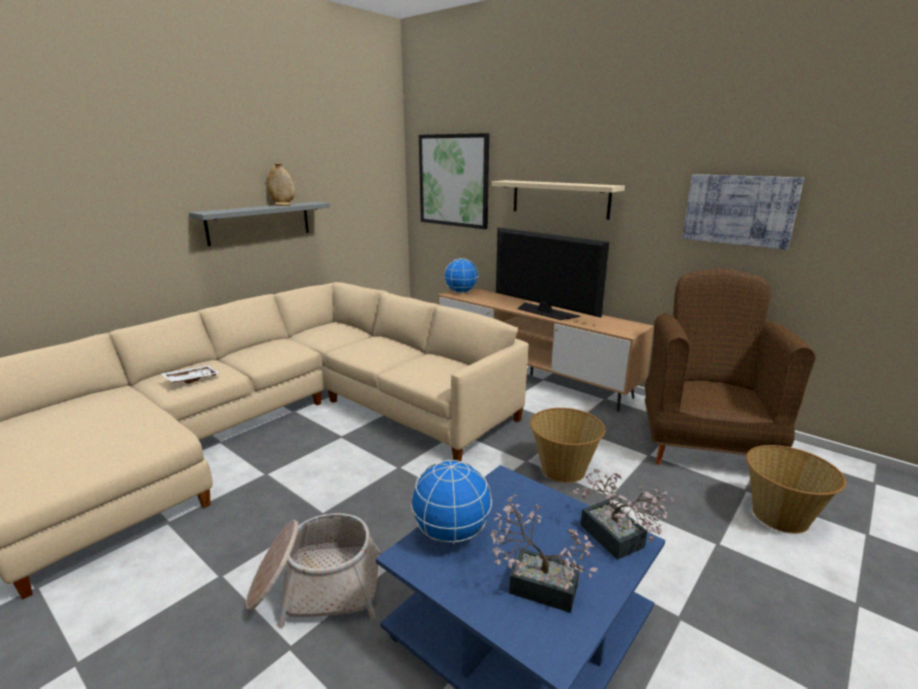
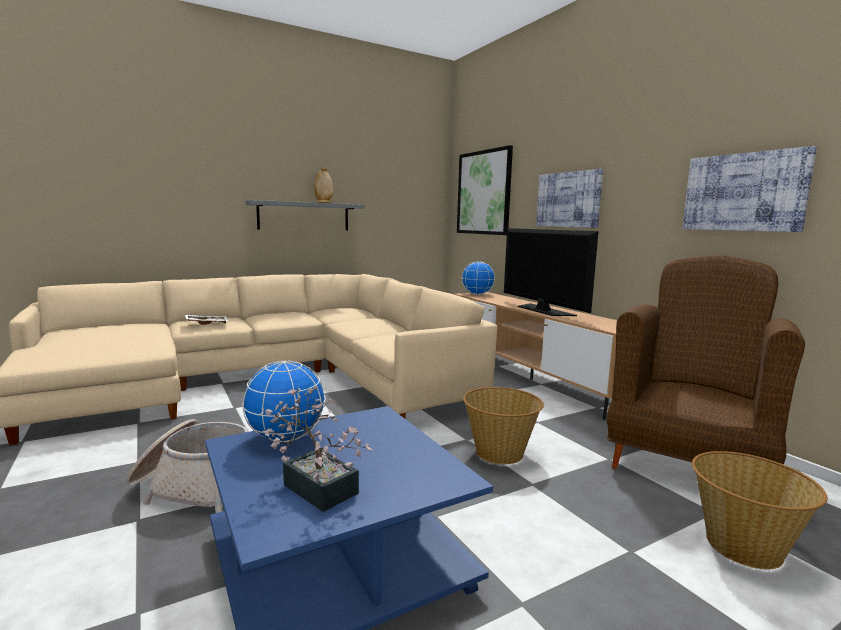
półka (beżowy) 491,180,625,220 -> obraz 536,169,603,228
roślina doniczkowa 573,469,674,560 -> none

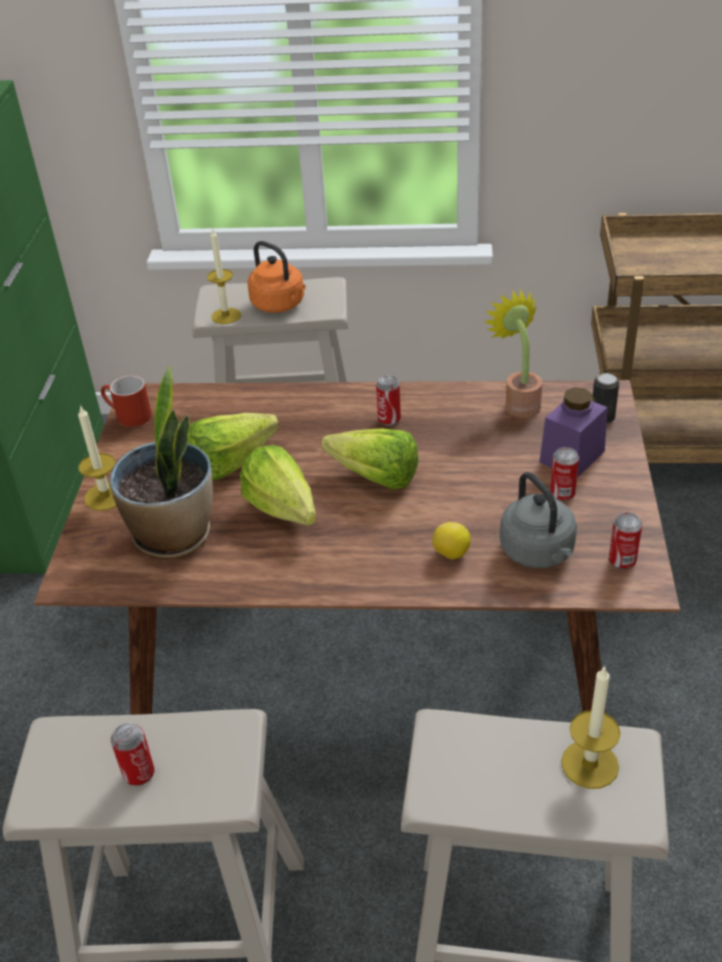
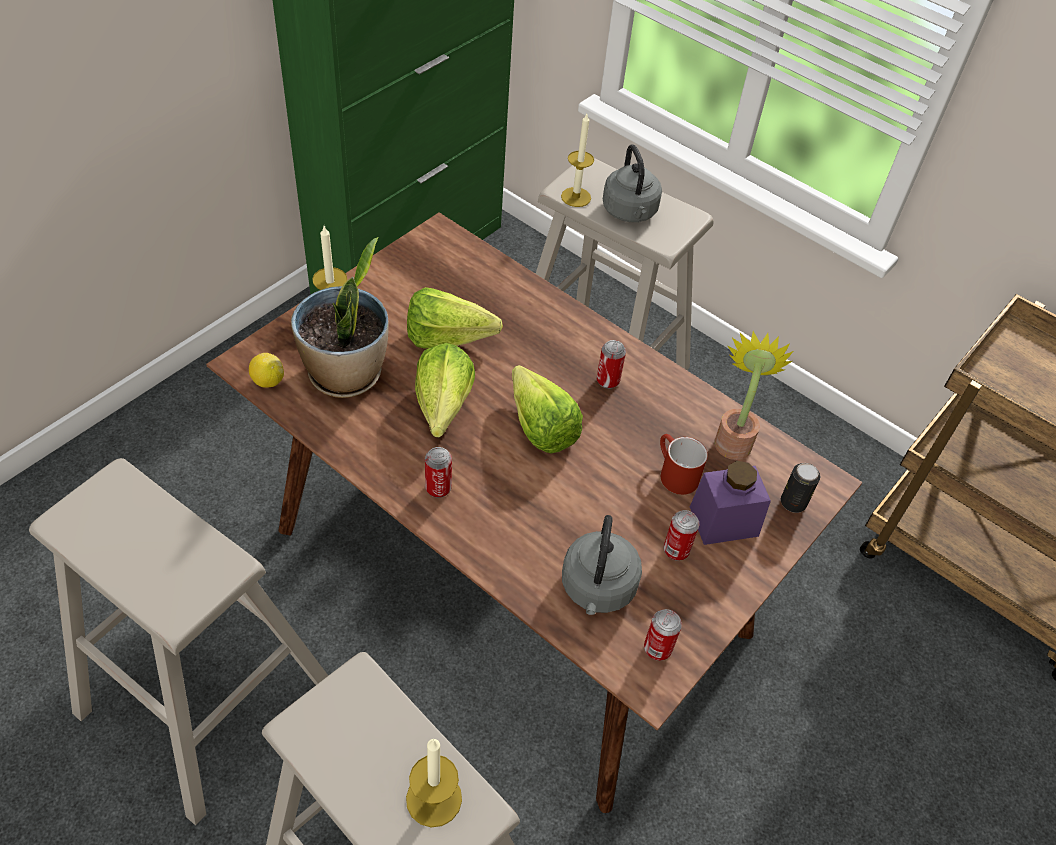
cytryna 432,522,471,560 -> cytryna 249,353,284,388, relocated
puszka 111,722,155,786 -> puszka 425,447,452,498, relocated
czajnik (pomarańczowy) 248,241,306,313 -> czajnik (szary) 603,145,662,222
kubek (czerwony) 101,375,152,427 -> kubek (czerwony) 660,434,708,495, relocated

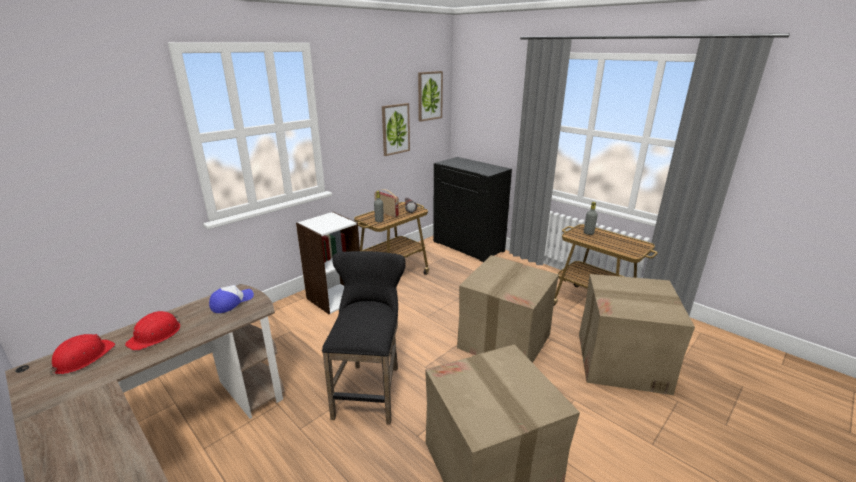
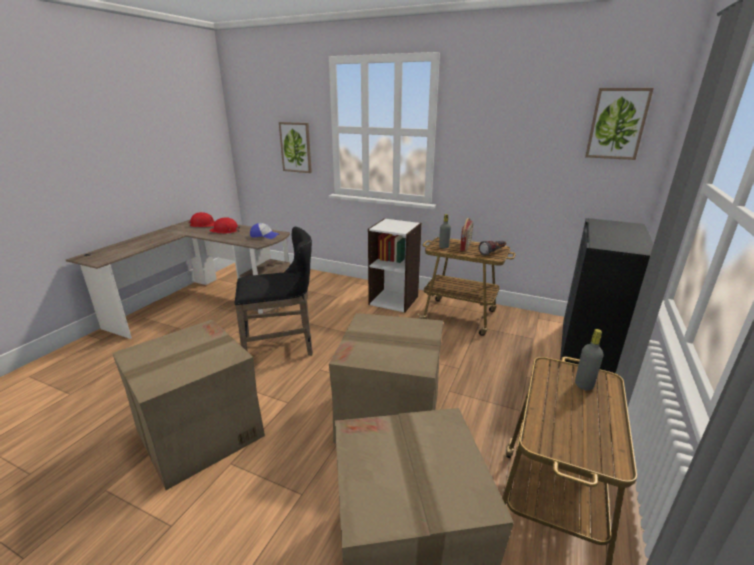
obraz 382,103,410,156 -> obraz 279,122,312,173, relocated

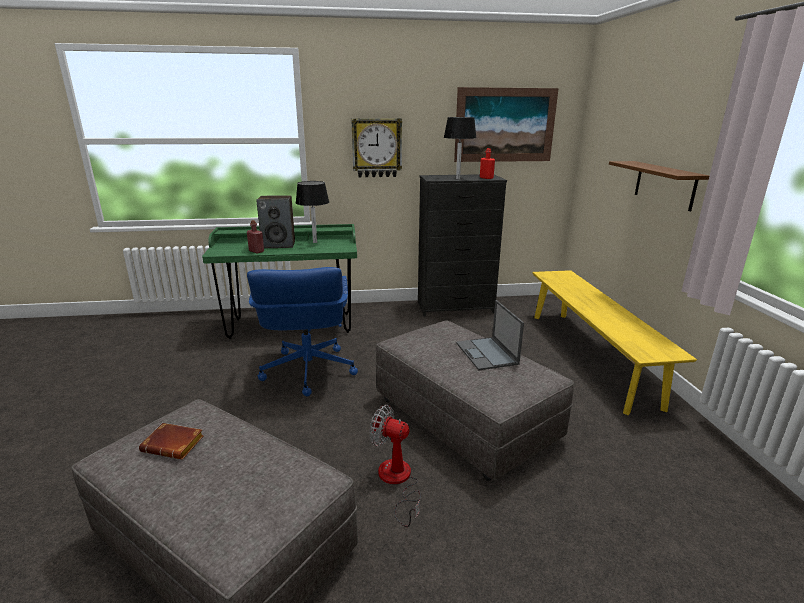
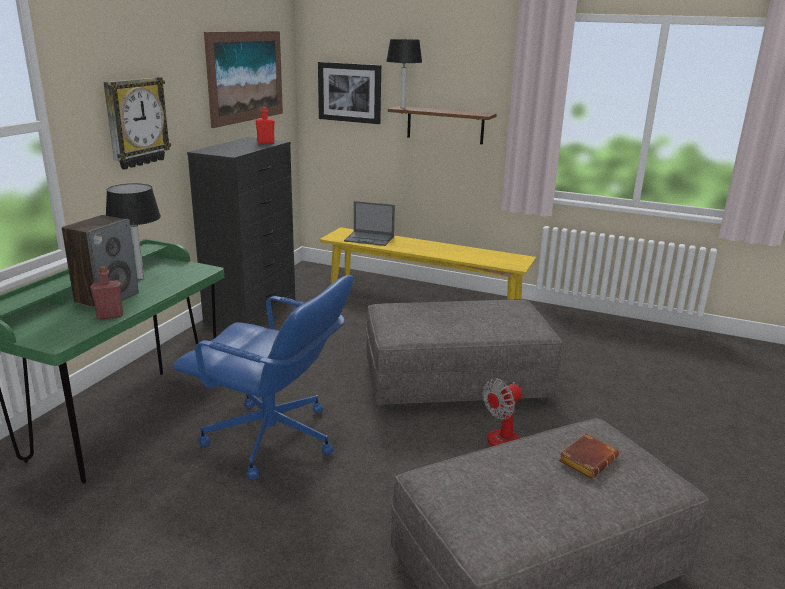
none -> obraz 318,62,381,124
laptop 456,300,524,370 -> laptop 344,201,395,246, relocated
lampa stołowa (czarny) 444,117,476,179 -> lampa stołowa (czarny) 386,39,422,108, relocated
książka (brązowy) 139,423,204,459 -> książka (brązowy) 558,433,619,479, relocated

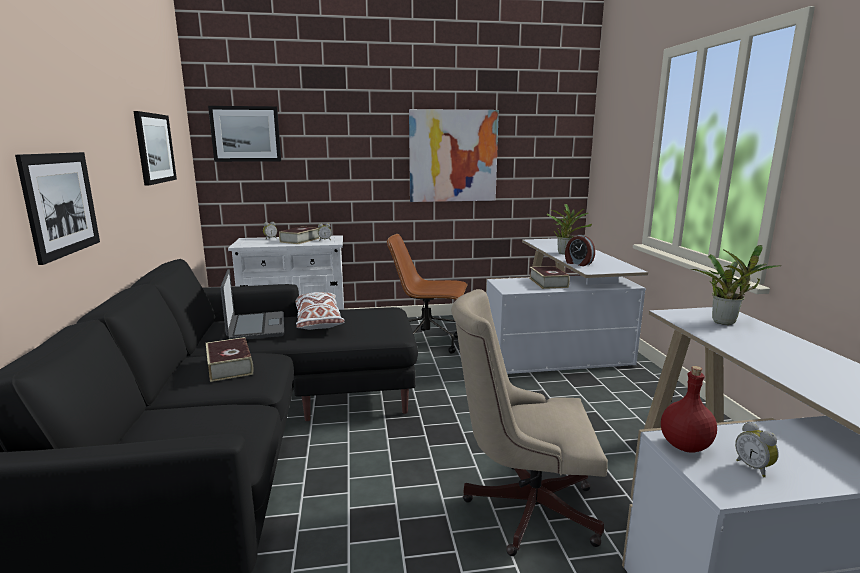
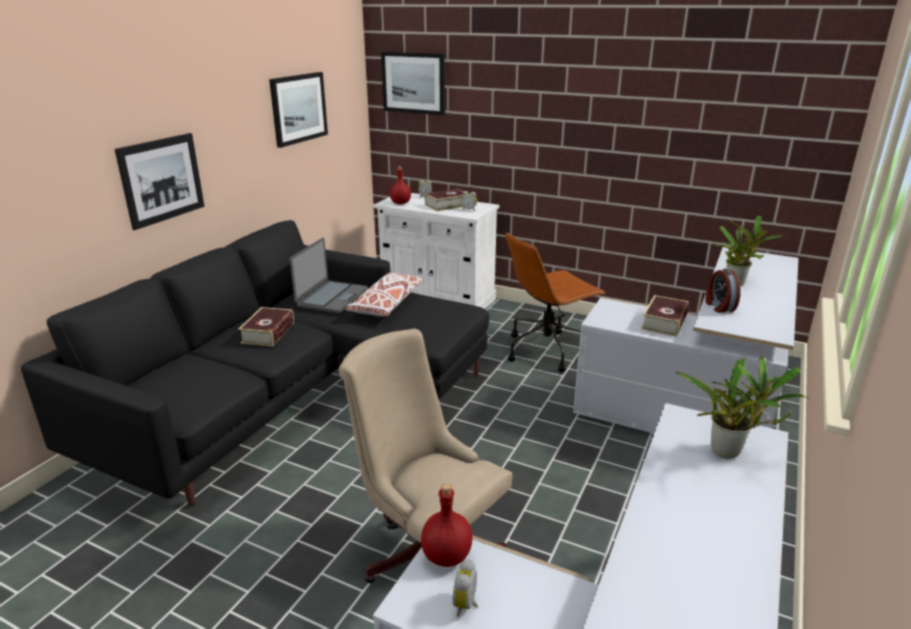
none -> butelka (czerwony) 390,166,411,204
krzesło biurowe (brązowy) 387,234,468,354 -> krzesło biurowe (brązowy) 505,232,606,372, 75 degrees counterclockwise
obraz 409,109,499,202 -> none

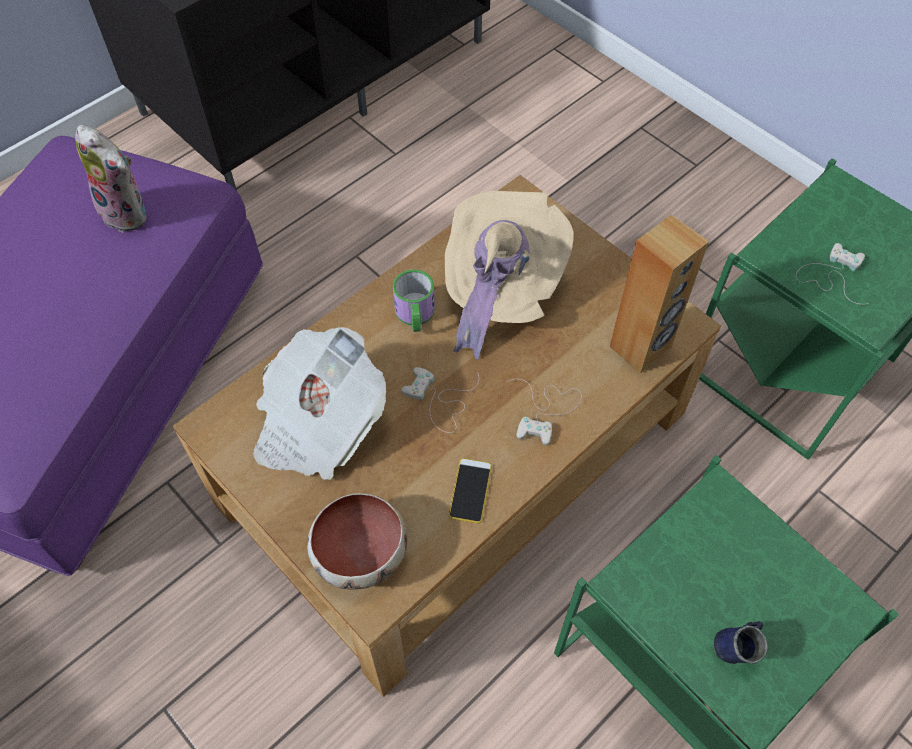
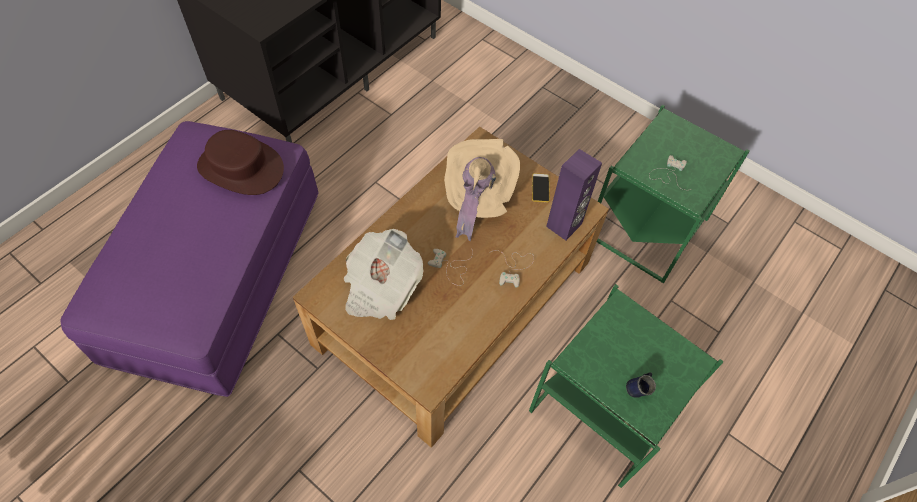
pluszak 75,125,148,233 -> kapelusz (brązowy) 197,130,284,195
telefon 449,458,492,524 -> telefon 532,173,550,203, relocated
głośnik (brązowy) 610,215,709,373 -> głośnik (fioletowy) 546,149,602,240
miska 307,493,408,590 -> none
kubek 393,269,435,332 -> none

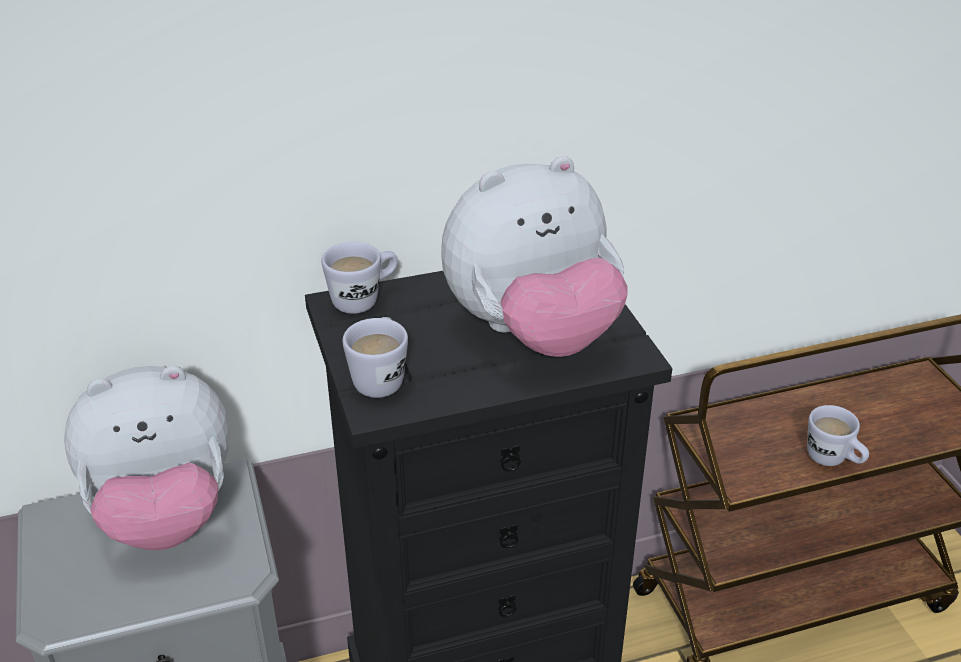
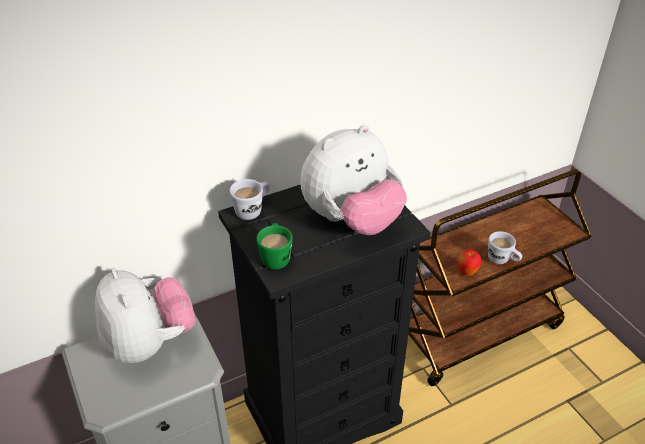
pluszak 64,366,230,550 -> pluszak 95,268,196,363, 90 degrees counterclockwise
kubek (biały) 343,317,408,398 -> kubek (zielony) 256,223,293,270
none -> jabłko 458,249,481,276

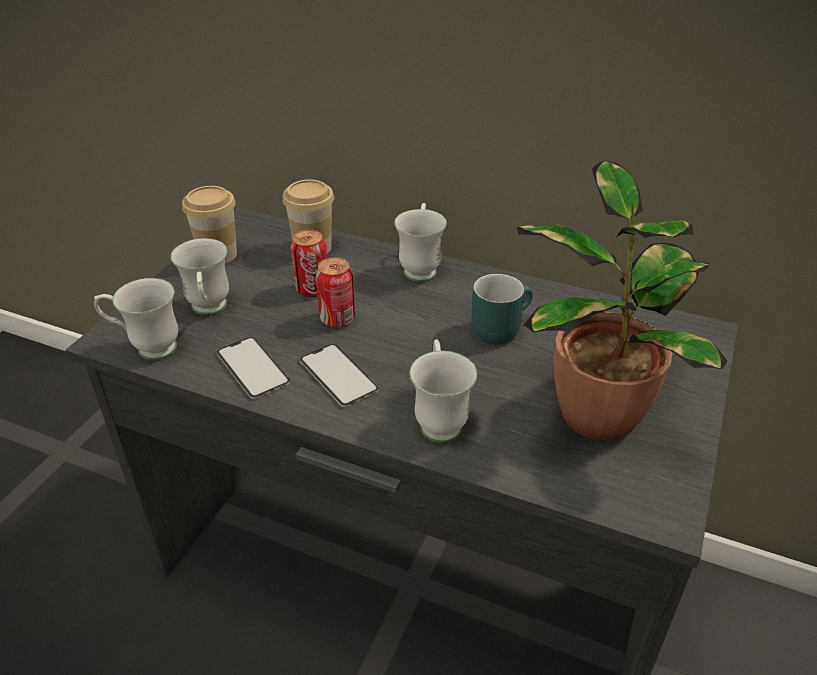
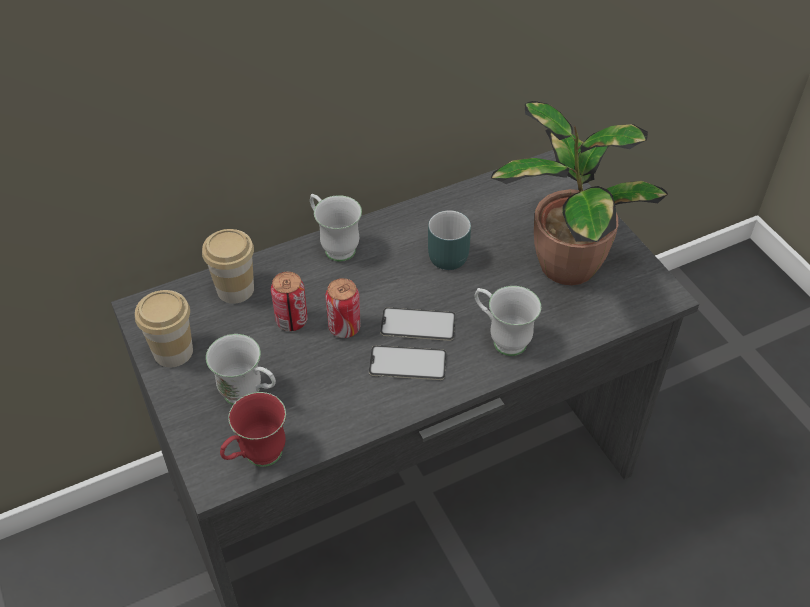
kubek (biały) 94,278,178,360 -> kubek (czerwony) 220,392,286,467
telefon 217,337,290,399 -> telefon 380,307,456,341, relocated

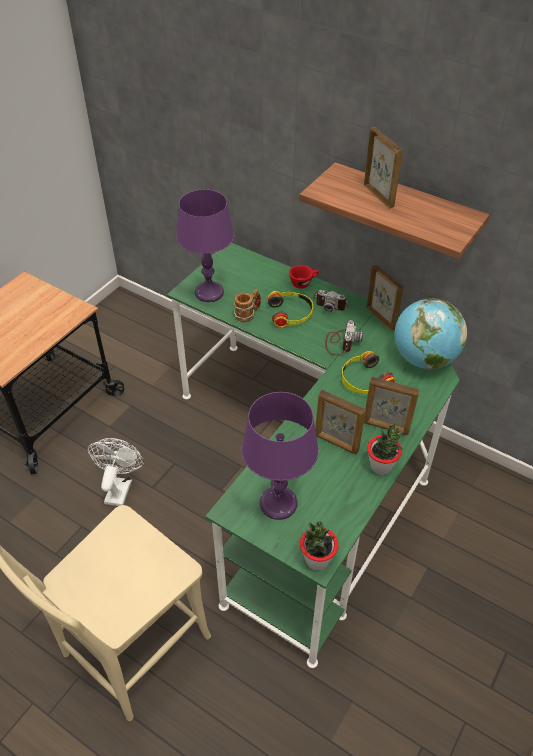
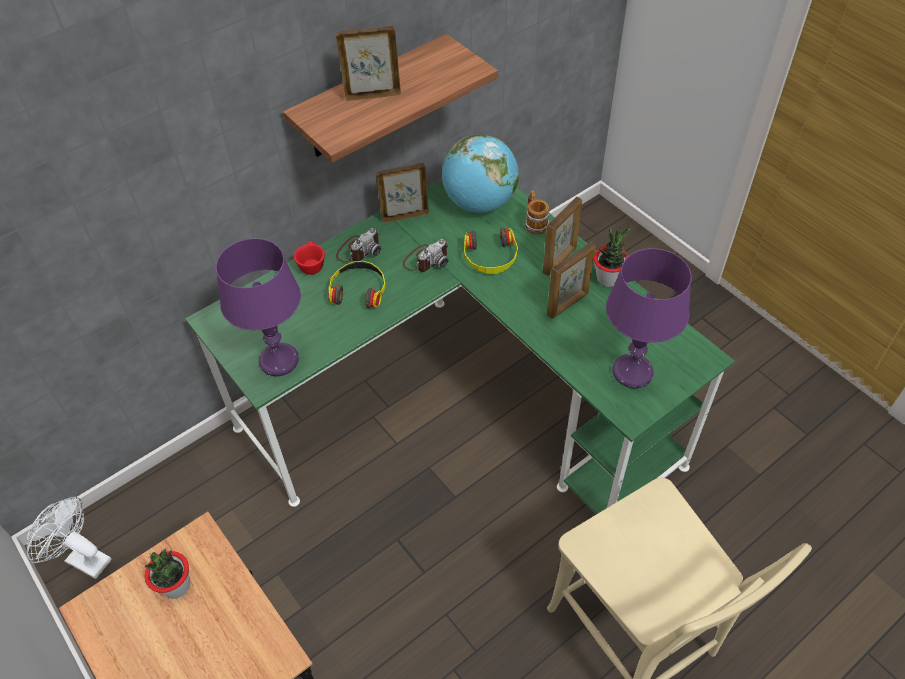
wentylator (biały) 88,438,144,506 -> wentylator (biały) 27,497,112,579, relocated
roślina doniczkowa 300,521,339,571 -> roślina doniczkowa 144,548,190,599, relocated
aparat fotograficzny 325,320,363,355 -> aparat fotograficzny 403,239,449,272, 105 degrees clockwise
kubek 234,289,261,322 -> kubek 525,190,550,235, relocated

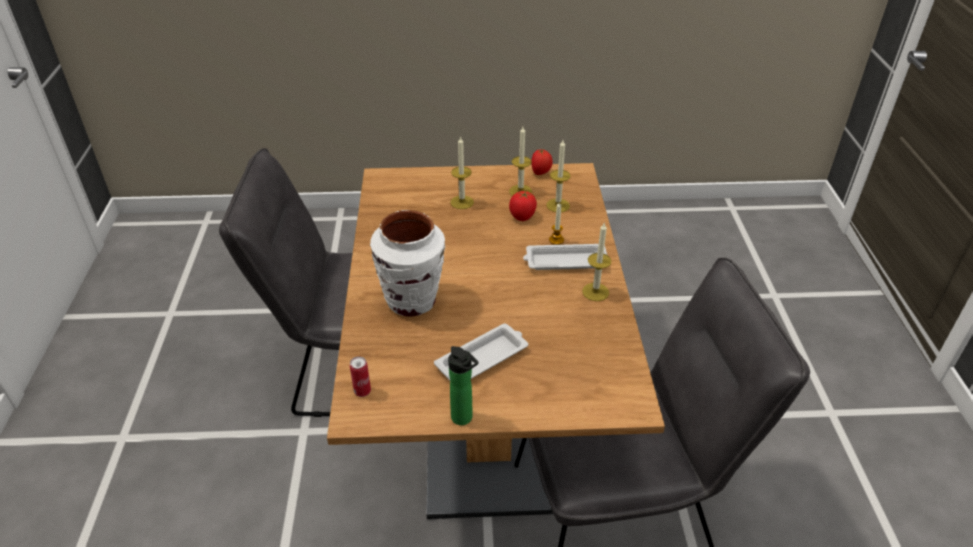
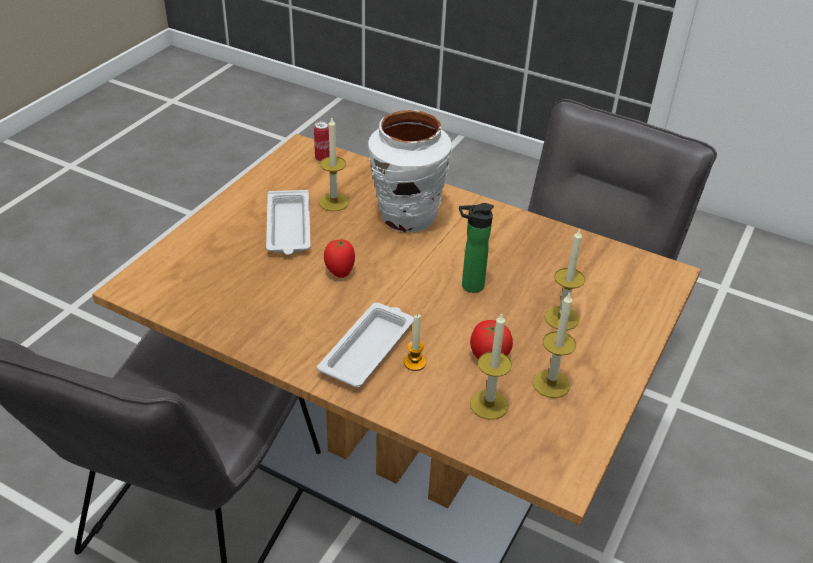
świeca 582,223,611,301 -> świeca 319,118,349,211, relocated
pomidor 531,149,553,175 -> pomidor 324,239,355,278, relocated
butelka 448,346,479,425 -> butelka 459,203,494,293, relocated

